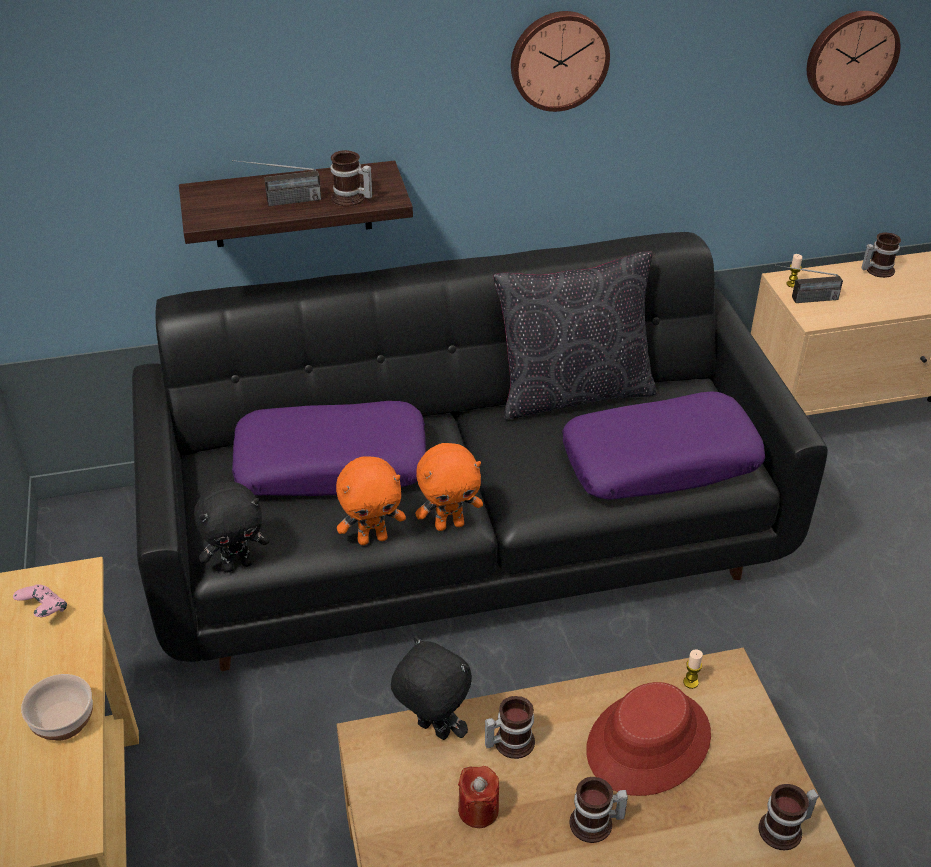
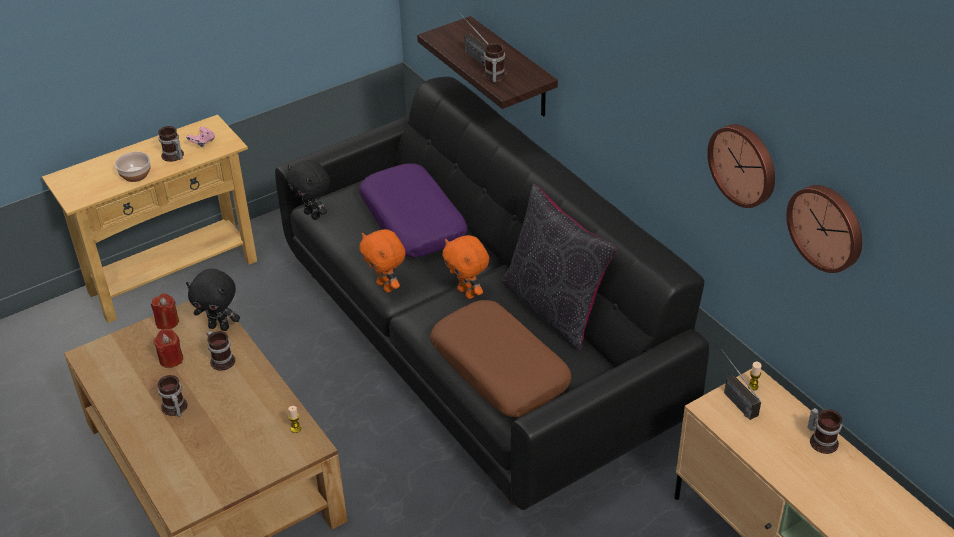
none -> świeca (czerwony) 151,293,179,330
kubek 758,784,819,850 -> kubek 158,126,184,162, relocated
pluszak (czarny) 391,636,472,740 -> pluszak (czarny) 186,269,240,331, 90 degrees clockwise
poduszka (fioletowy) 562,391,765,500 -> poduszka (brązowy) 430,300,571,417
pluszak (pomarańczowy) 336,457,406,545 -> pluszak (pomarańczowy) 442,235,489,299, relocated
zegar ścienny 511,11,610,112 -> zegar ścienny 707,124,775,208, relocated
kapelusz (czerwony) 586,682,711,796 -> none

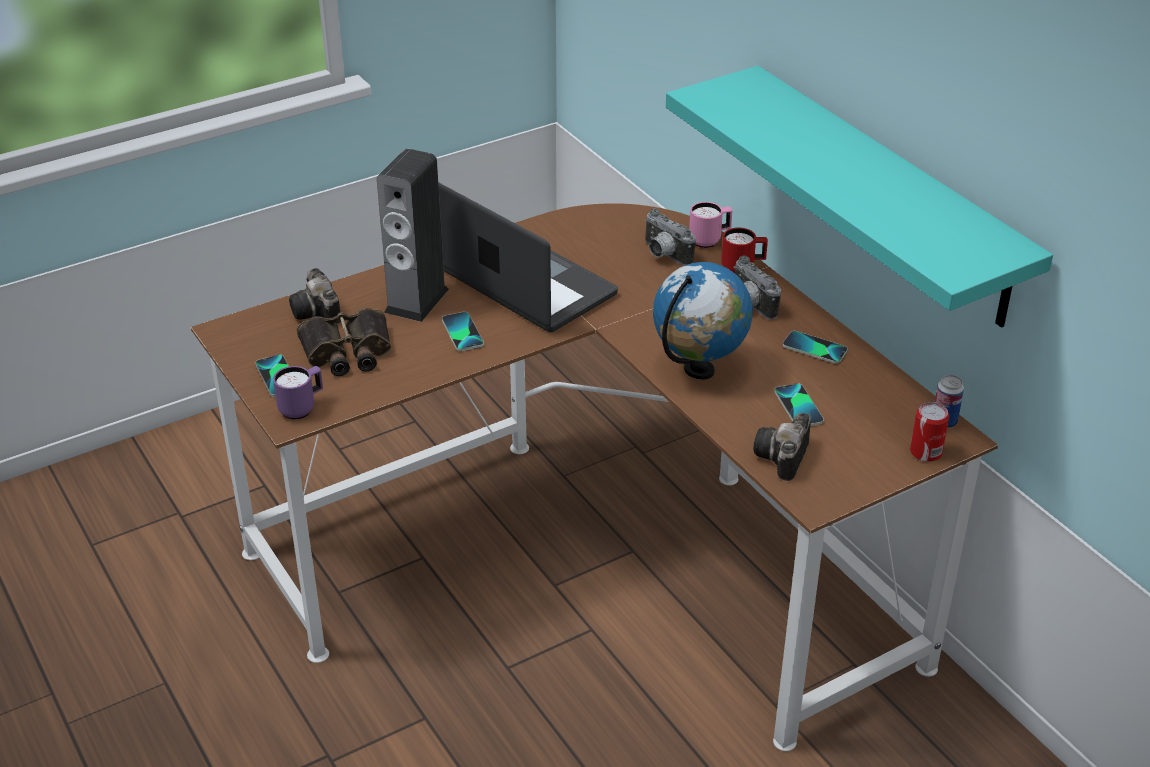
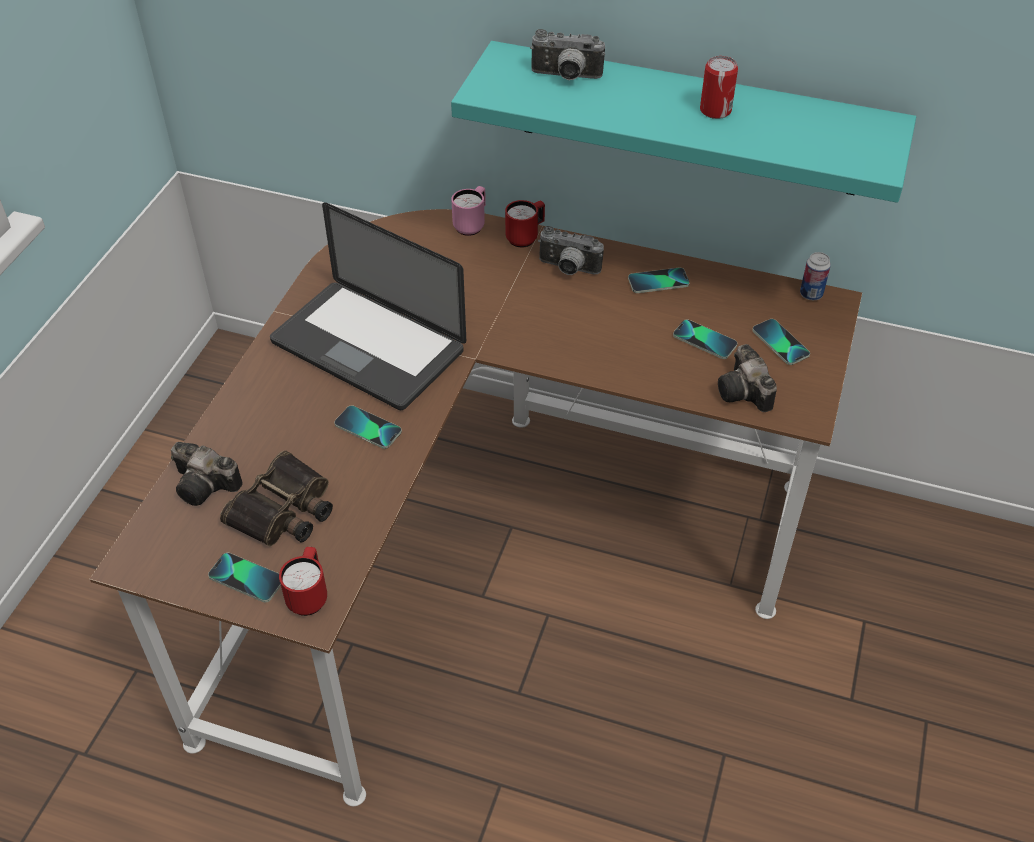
laptop 438,182,618,332 -> laptop 270,202,466,410, 150 degrees counterclockwise
kubek (fioletowy) 273,366,323,419 -> kubek (czerwony) 279,547,327,616
aparat fotograficzny 644,209,696,266 -> aparat fotograficzny 530,29,605,80, relocated
puszka 910,402,949,462 -> puszka 700,56,738,119, relocated
none -> telefon 752,319,810,365
głośnik 377,149,449,322 -> none
globus 653,262,753,380 -> none

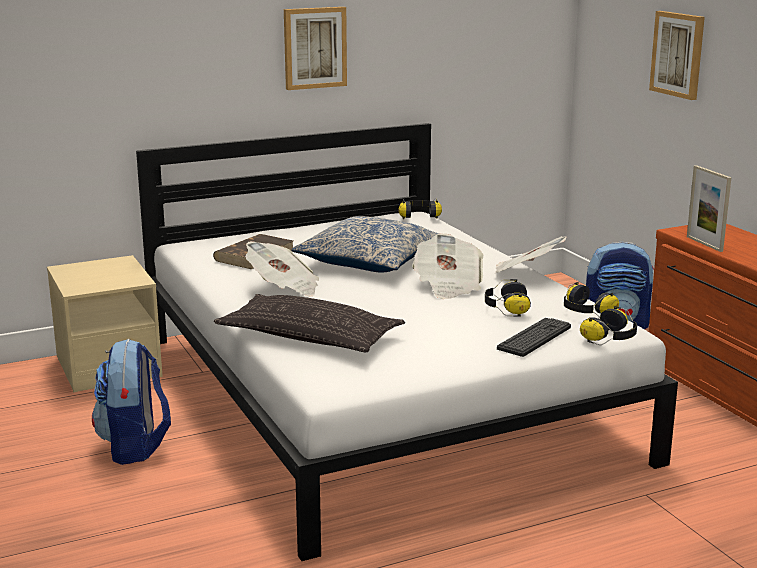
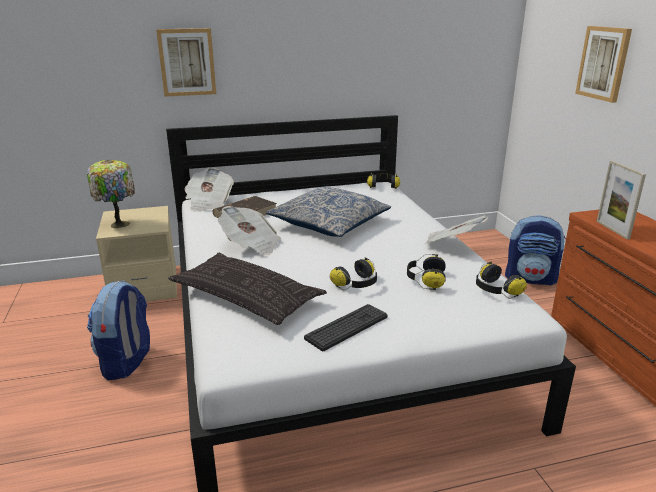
none -> lampa stołowa 87,160,135,228
obraz 284,7,347,90 -> obraz 156,28,216,97, relocated
gazeta 412,234,483,299 -> gazeta 185,168,234,212, relocated
klawiatura 497,318,571,357 -> klawiatura 304,304,387,351, relocated
słuchawki 580,306,637,345 -> słuchawki 330,257,377,290, relocated

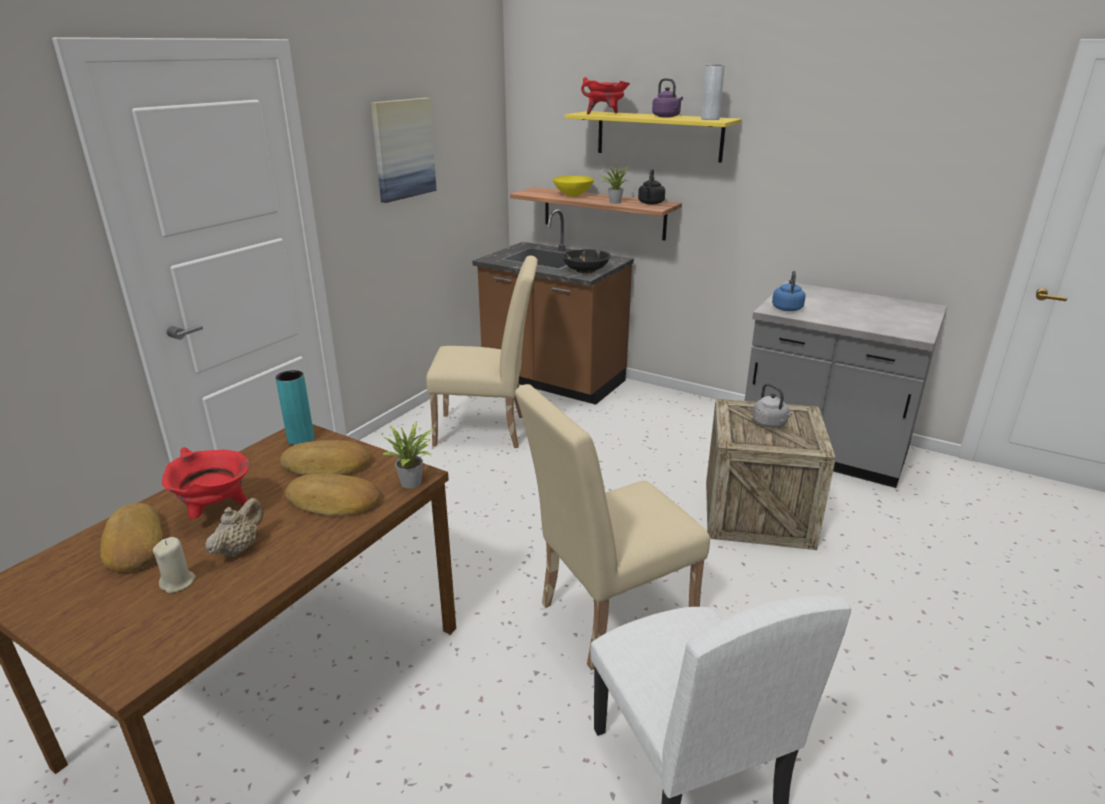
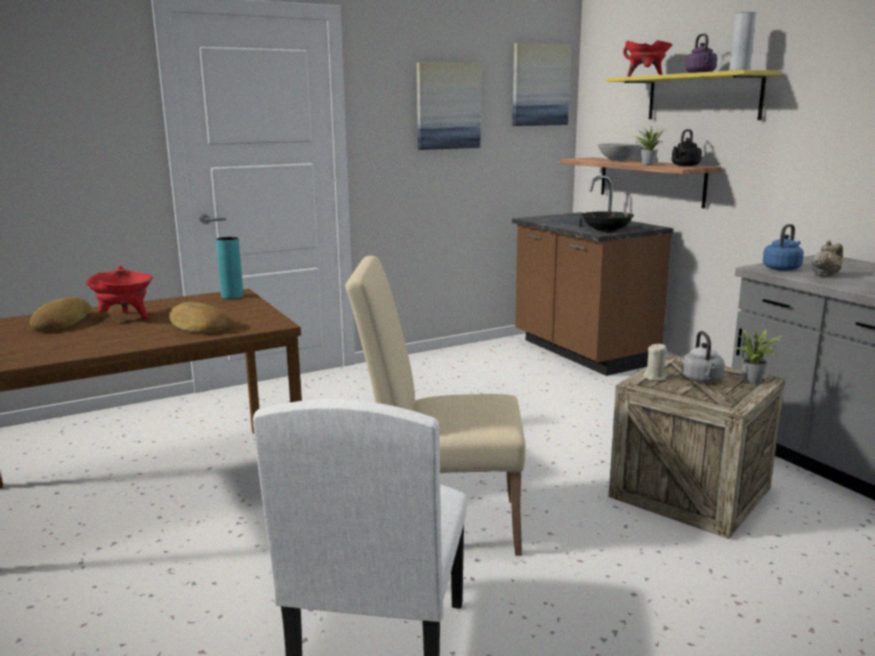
none -> obraz 512,43,571,126
miska (żółty) 553,176,594,196 -> miska (szary) 598,143,641,161
świeca (beżowy) 153,537,196,593 -> świeca (beżowy) 643,343,666,381, relocated
roślina doniczkowa 382,423,435,488 -> roślina doniczkowa 734,328,782,384, relocated
imbryk (beżowy) 205,498,264,557 -> imbryk (beżowy) 811,240,843,277, relocated
chleb 280,440,371,475 -> none
krzesło (beżowy) 426,256,538,448 -> none

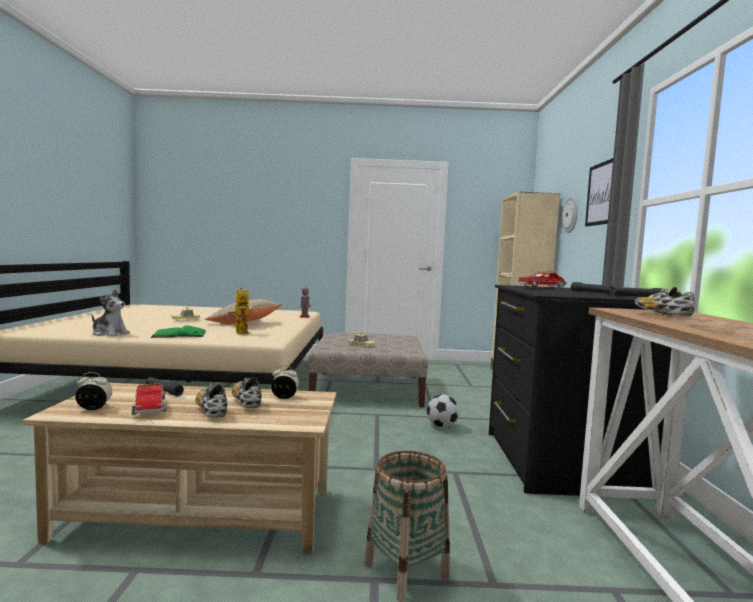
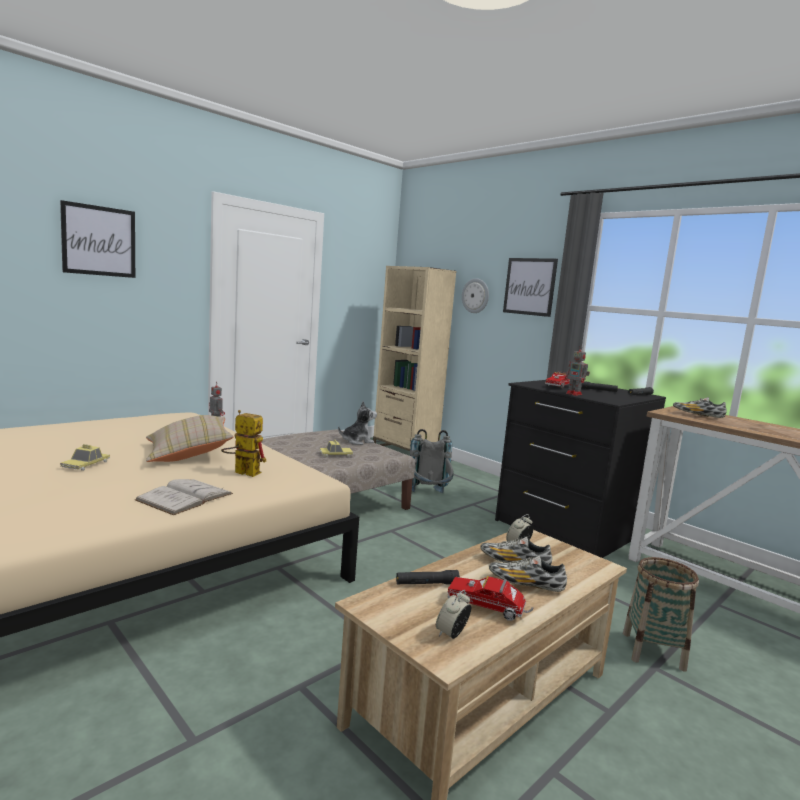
none -> obraz 60,200,135,278
książka (zielony) 150,325,206,338 -> książka (biały) 135,479,233,515
pluszak 92,289,130,336 -> pluszak 338,401,377,445, relocated
none -> plecak (szary) 410,429,454,493
none -> robot zabawkowy 565,346,590,396
piłka futbolowa 427,394,459,428 -> none

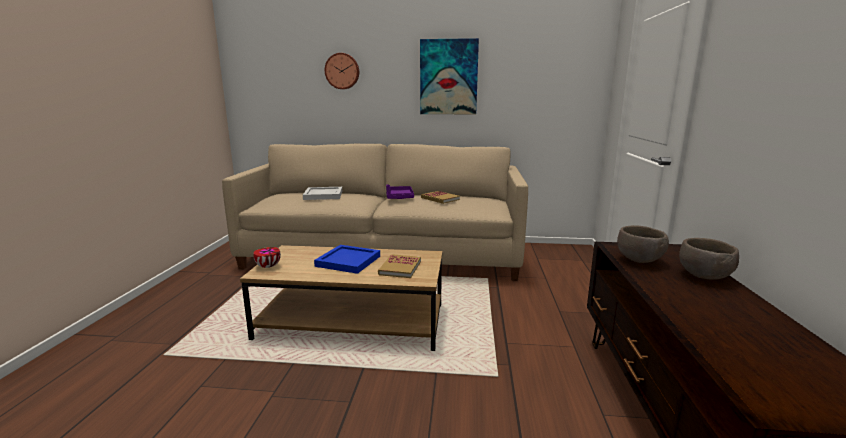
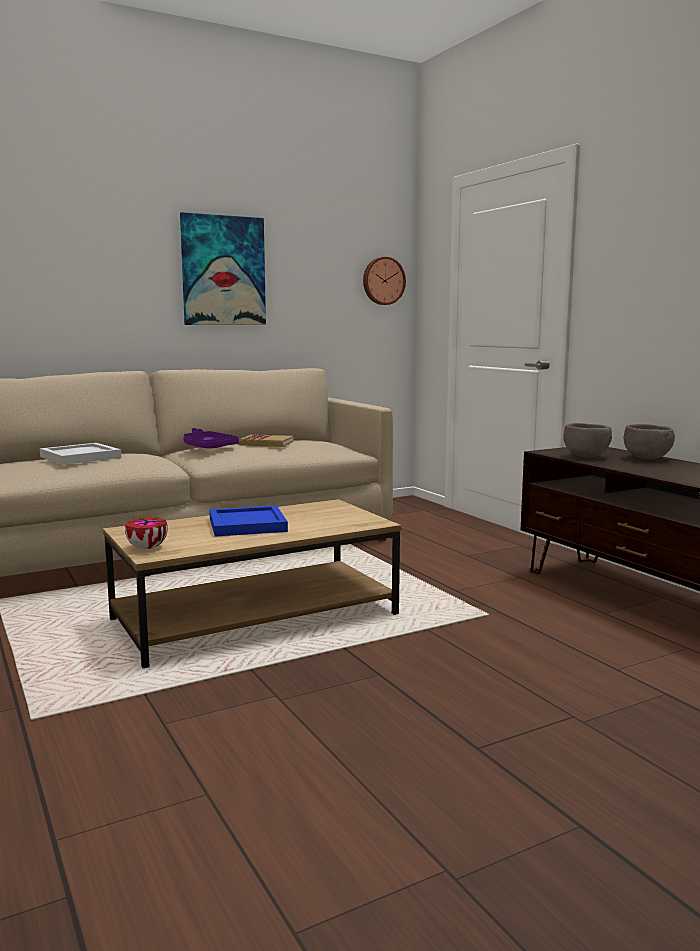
zegar ścienny 325,53,359,89 -> zegar ścienny 363,257,406,305, relocated
książka 378,254,421,278 -> none

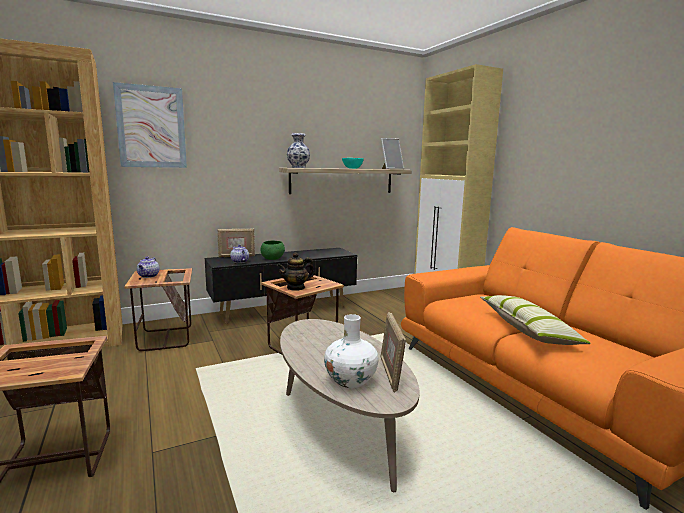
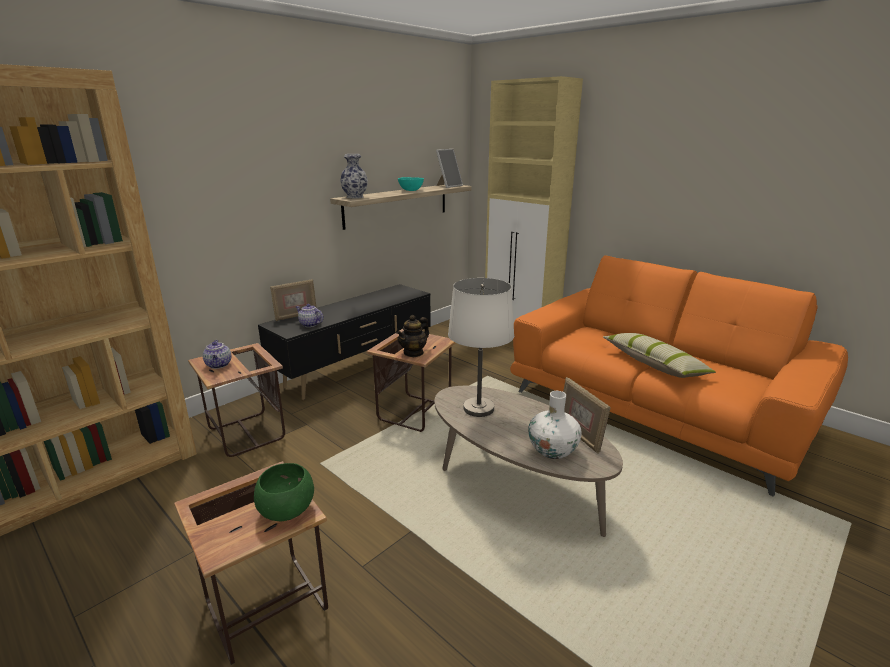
miska (zielony) 261,240,285,260 -> miska (zielony) 254,463,314,522, relocated
none -> lampa stołowa (biały) 448,278,514,417
obraz 113,82,187,168 -> none

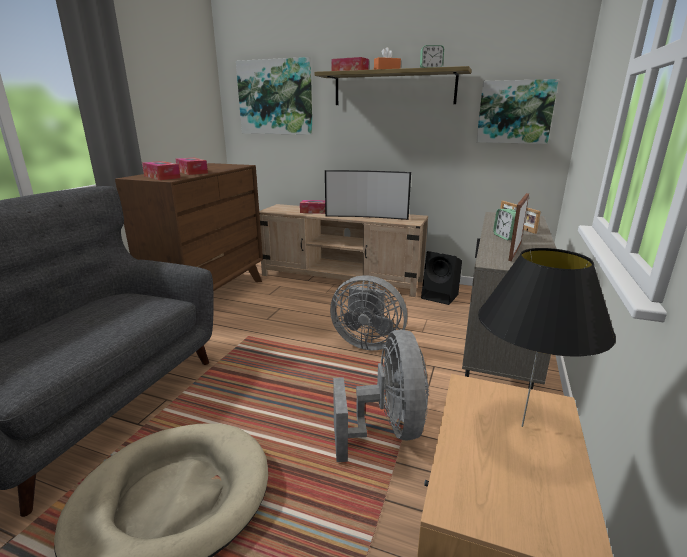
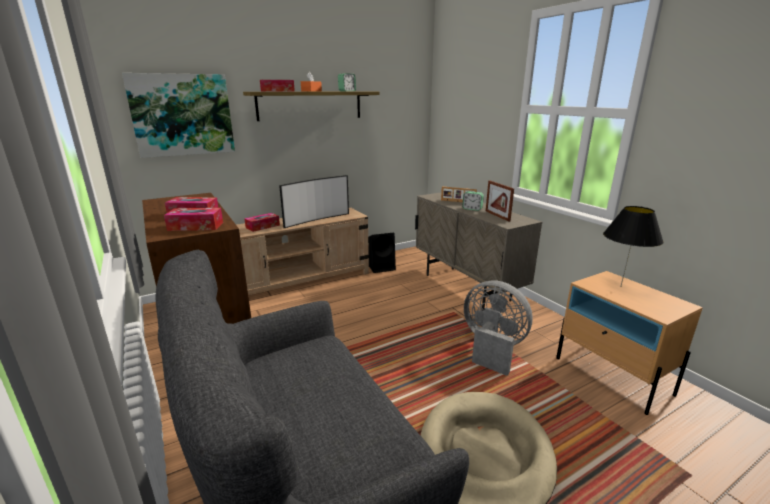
wentylator (szary) 330,275,408,350 -> none
obraz 476,79,559,144 -> none

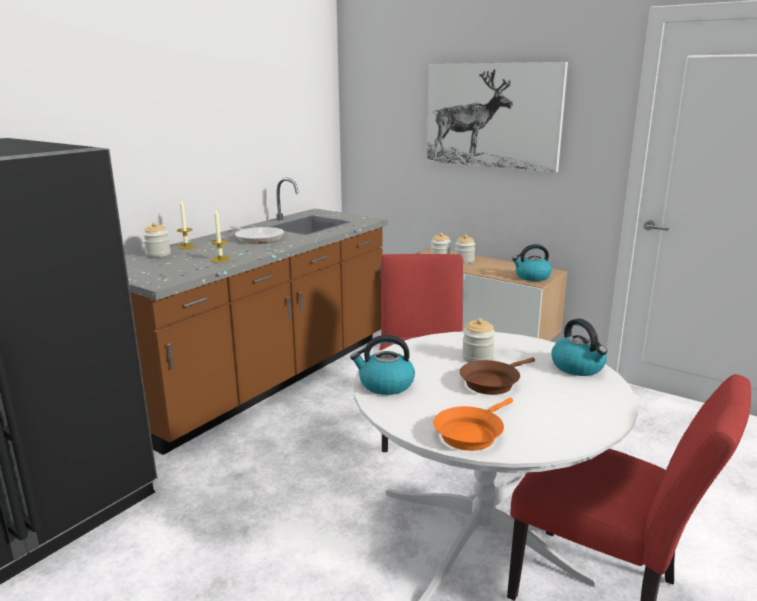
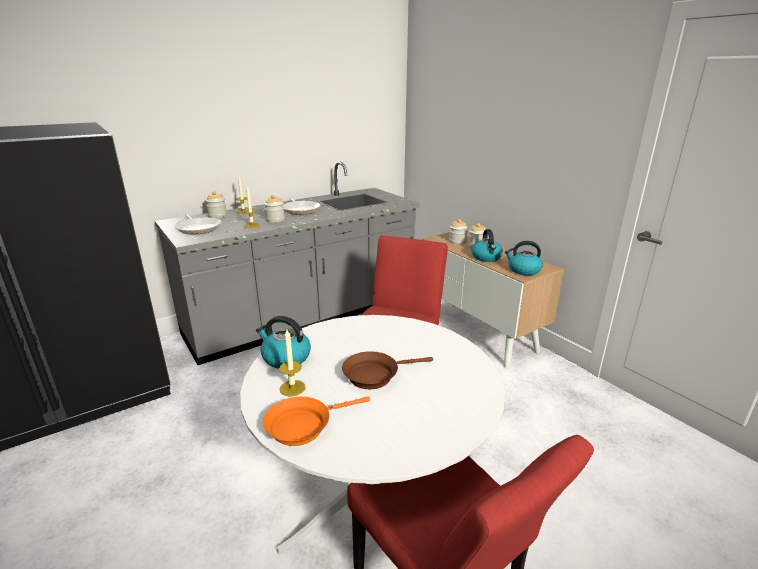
zabudowa kuchenna (brązowy) 125,177,388,455 -> zabudowa kuchenna (szary) 155,162,420,365
none -> patelnia 175,214,221,235
słoik 462,318,495,362 -> słoik 264,195,285,222, relocated
none -> świeca 279,330,306,397
czajnik 552,319,607,376 -> czajnik 472,229,503,262, relocated
obraz 427,62,568,172 -> none

